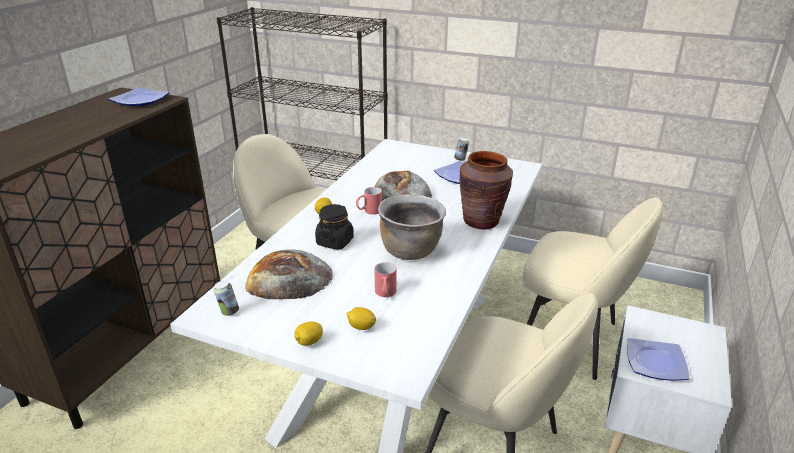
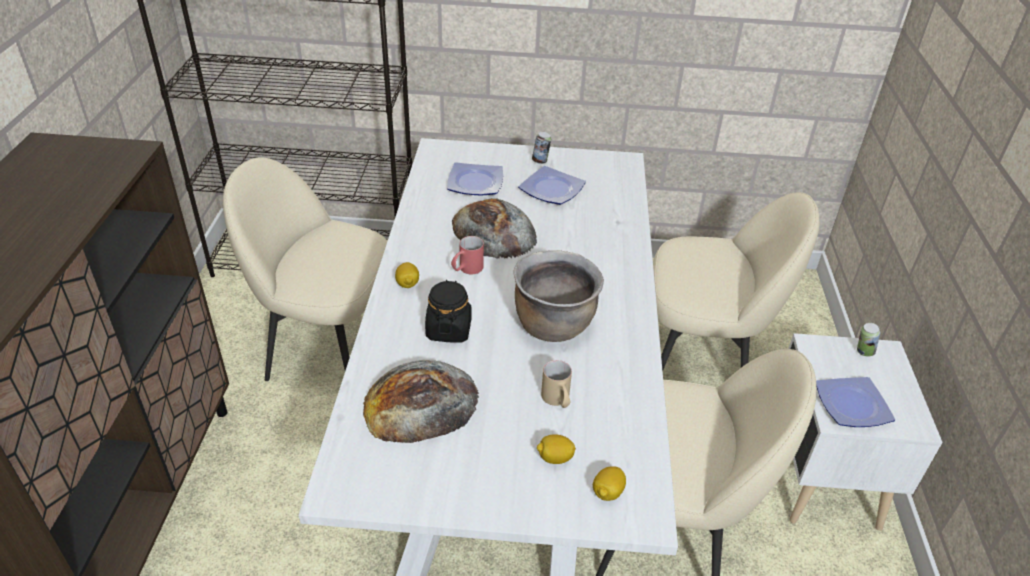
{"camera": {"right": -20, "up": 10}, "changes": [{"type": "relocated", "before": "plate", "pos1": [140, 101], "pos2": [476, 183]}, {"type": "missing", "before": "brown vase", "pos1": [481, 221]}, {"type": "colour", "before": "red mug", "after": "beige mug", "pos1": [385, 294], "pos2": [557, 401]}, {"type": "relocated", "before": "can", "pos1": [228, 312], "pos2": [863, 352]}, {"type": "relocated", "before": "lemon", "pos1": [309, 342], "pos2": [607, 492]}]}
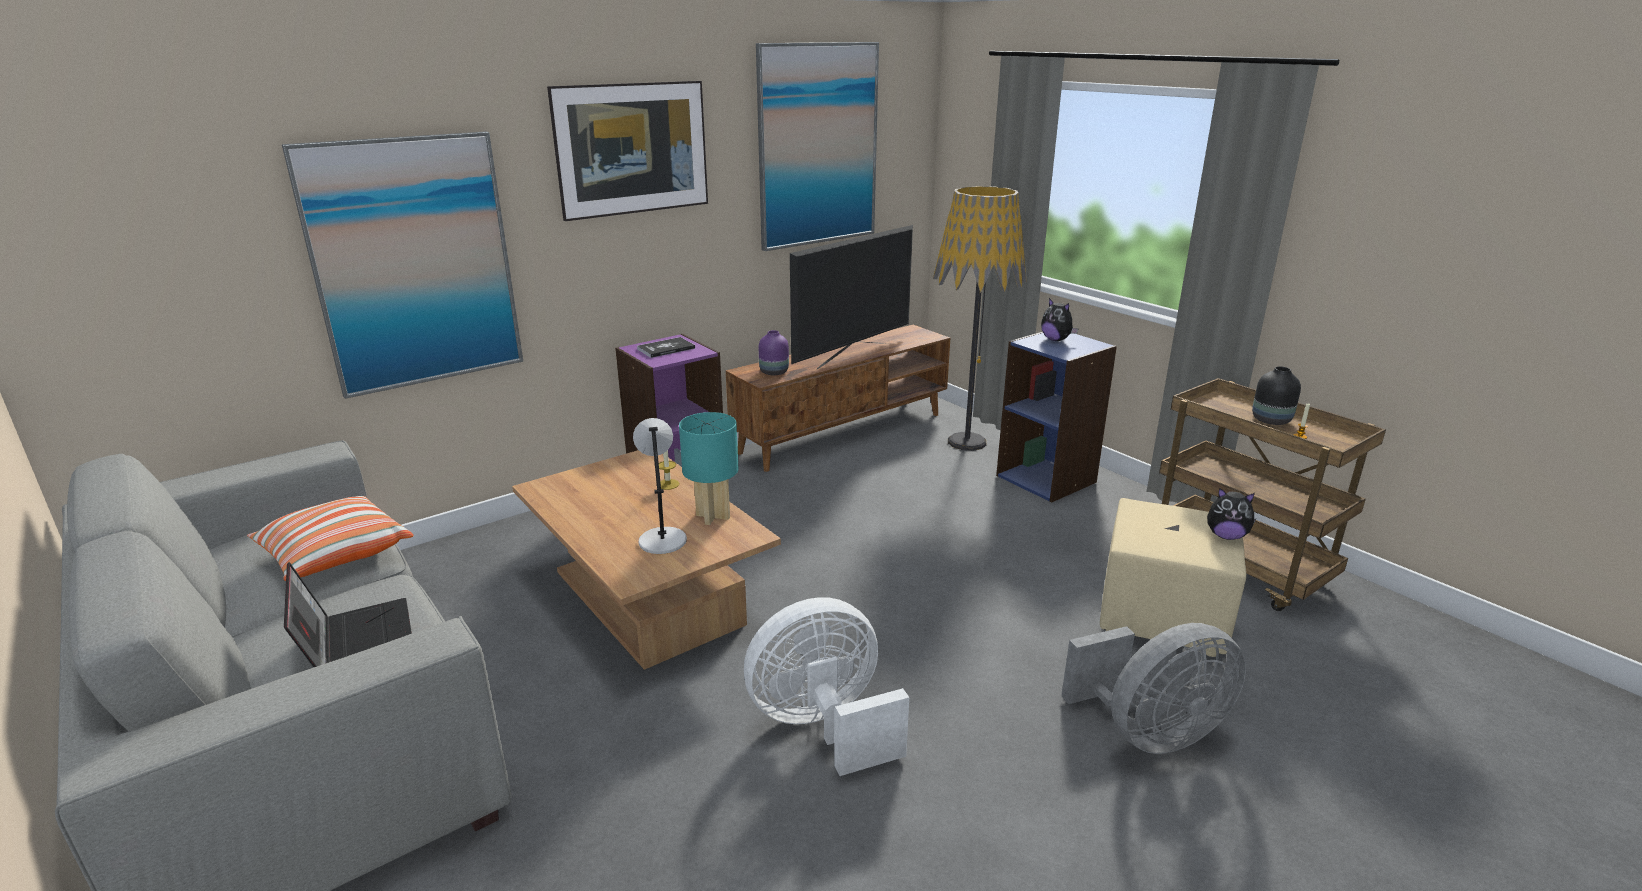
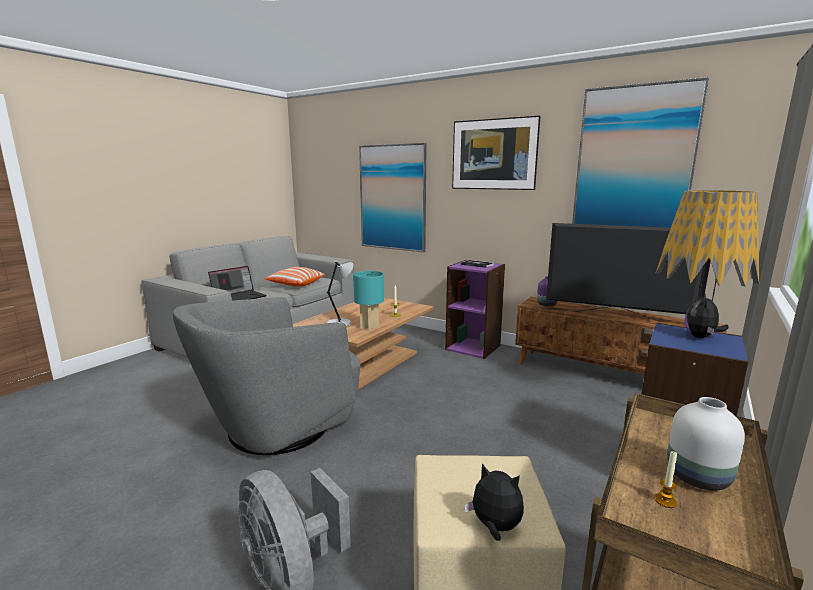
{"camera": {"right": 70, "up": -10}, "changes": [{"type": "colour", "before": "black vase", "after": "white vase", "pos1": [1272, 421], "pos2": [697, 478]}, {"type": "spun", "before": "plush toy", "pos1": [1226, 536], "pos2": [495, 527], "turn": 120}, {"type": "exchanged", "before": "white fan", "after": "grey armchair", "pos1": [823, 726], "pos2": [277, 427]}]}
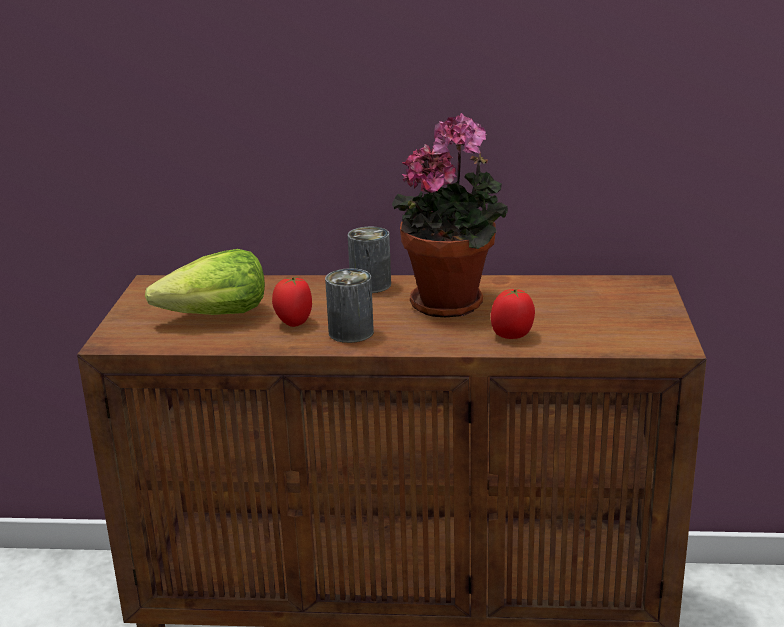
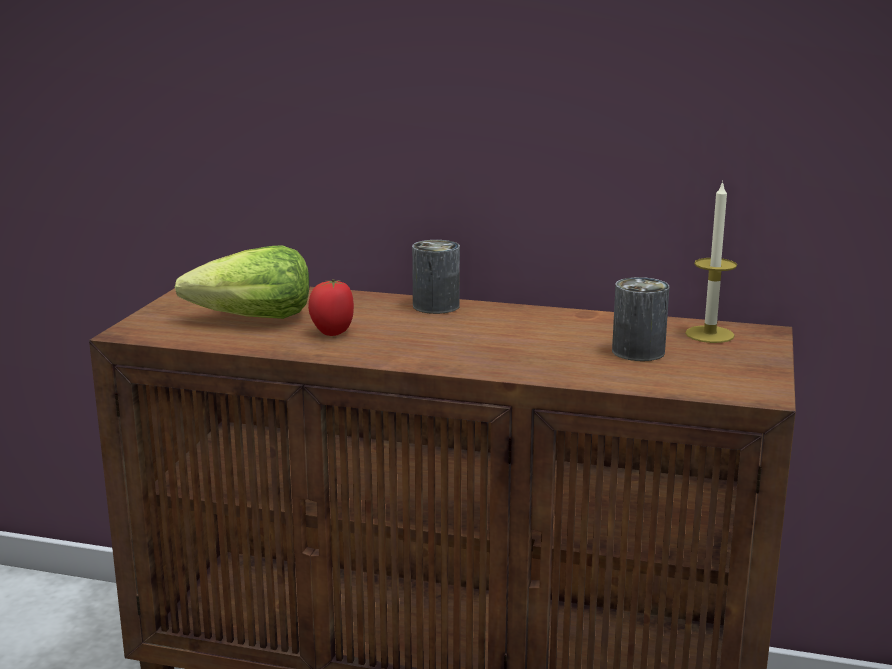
{"camera": {"right": 10, "up": -5}, "changes": [{"type": "missing", "before": "potted plant", "pos1": [453, 302]}, {"type": "relocated", "before": "can", "pos1": [351, 332], "pos2": [638, 351]}, {"type": "missing", "before": "tomato", "pos1": [512, 335]}, {"type": "appeared", "after": "candle", "pos2": [709, 334]}]}
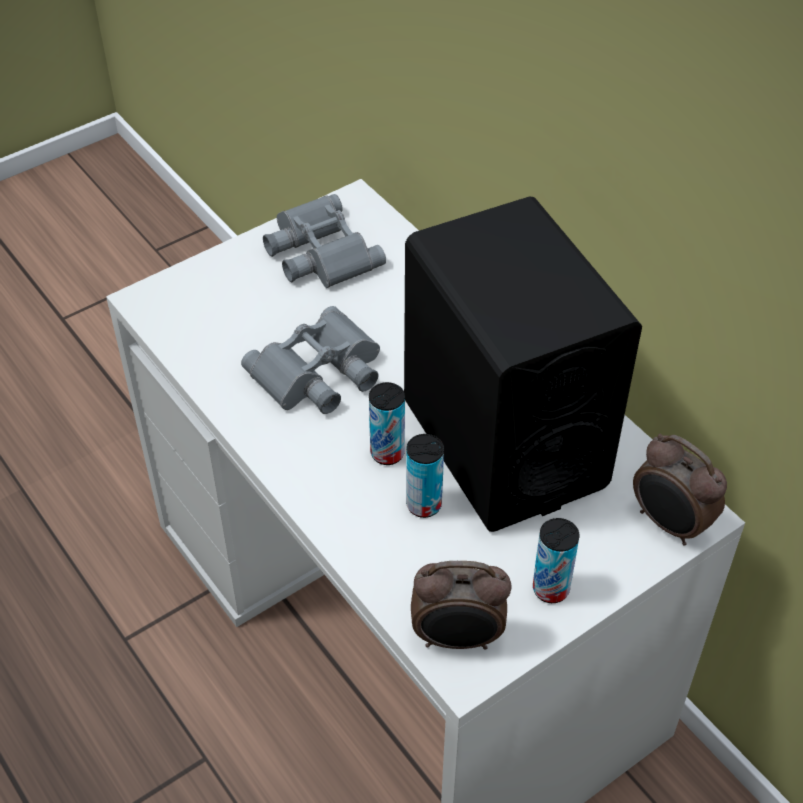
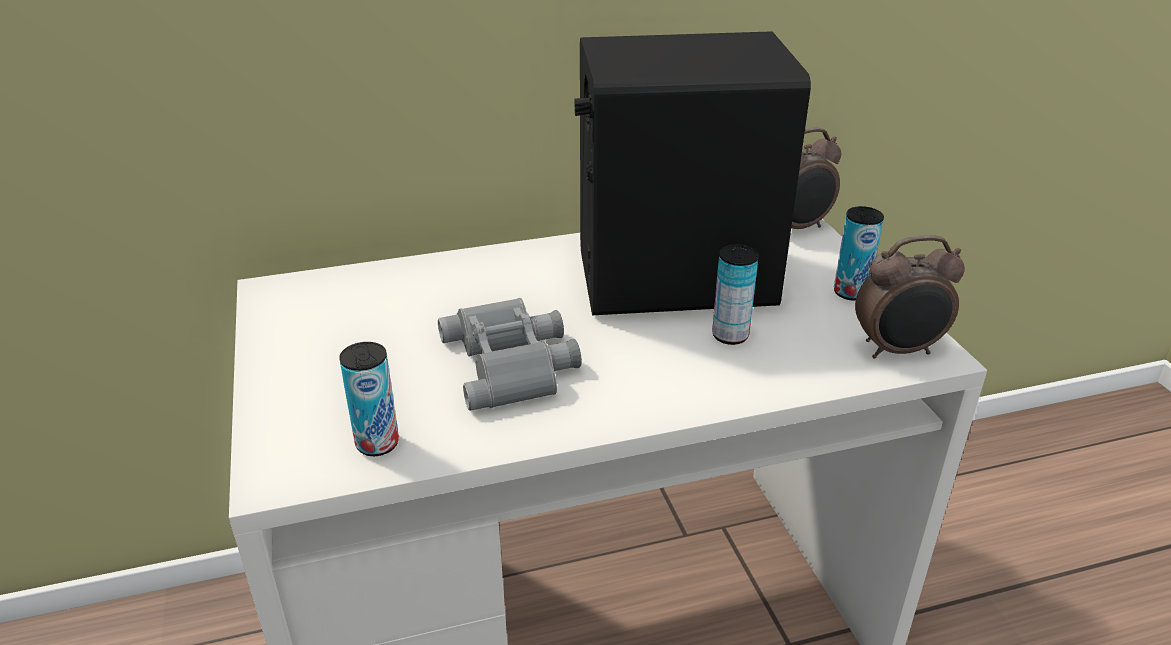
{"camera": {"right": -70, "up": -15}, "changes": [{"type": "missing", "before": "grey binoculars", "pos1": [318, 252]}, {"type": "relocated", "before": "can", "pos1": [387, 453], "pos2": [377, 444]}, {"type": "spun", "before": "alarm clock", "pos1": [457, 639], "pos2": [898, 350], "turn": 60}]}
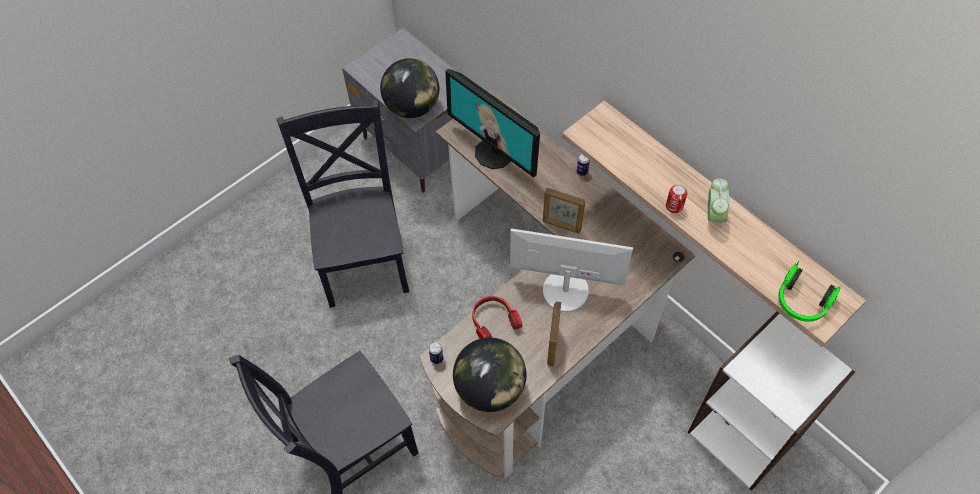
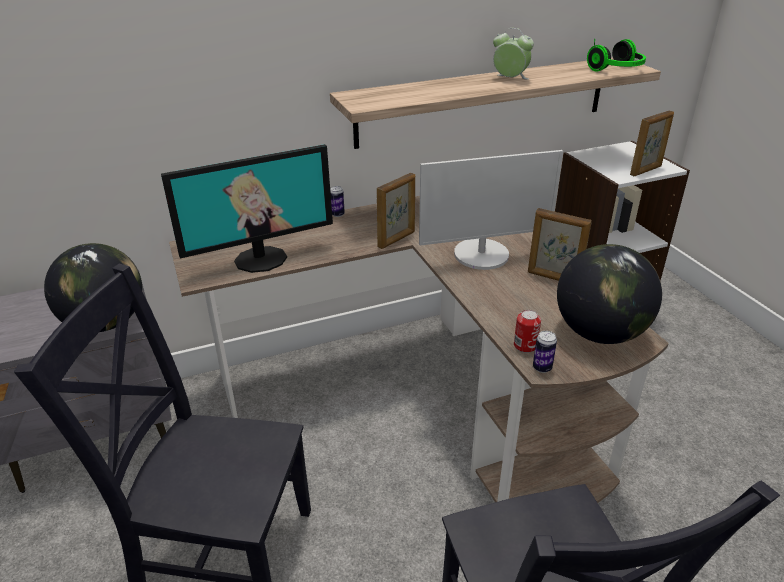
{"camera": {"right": -70, "up": -25}, "changes": [{"type": "relocated", "before": "can", "pos1": [674, 206], "pos2": [525, 346]}, {"type": "spun", "before": "monitor", "pos1": [565, 290], "pos2": [482, 255], "turn": -135}, {"type": "missing", "before": "headphones", "pos1": [493, 321]}, {"type": "appeared", "after": "picture frame", "pos2": [646, 170]}]}
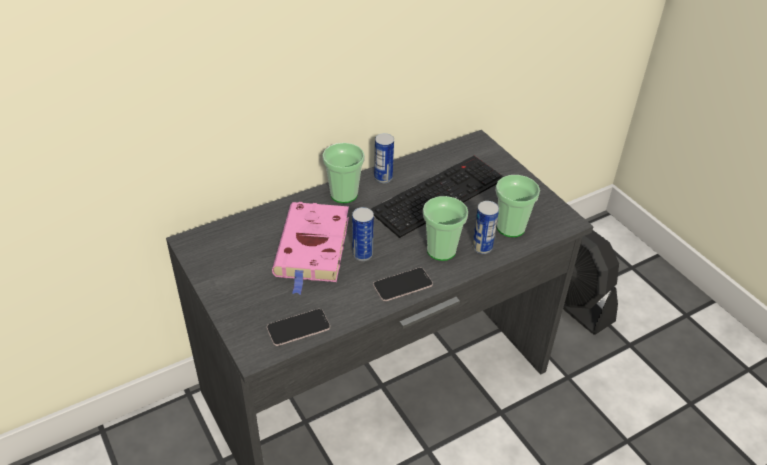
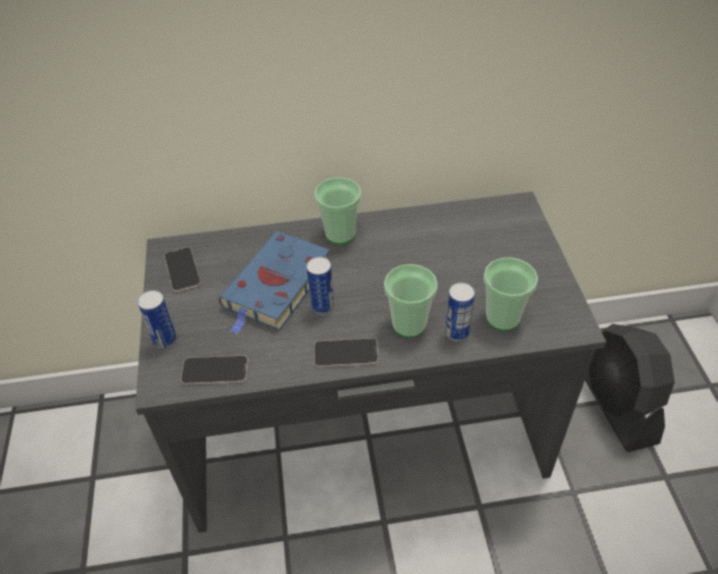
{"camera": {"right": 25, "up": 5}, "changes": [{"type": "relocated", "before": "can", "pos1": [383, 178], "pos2": [165, 340]}, {"type": "missing", "before": "keyboard", "pos1": [438, 194]}, {"type": "colour", "before": "pink book", "after": "blue book", "pos1": [313, 249], "pos2": [276, 287]}, {"type": "appeared", "after": "phone", "pos2": [182, 270]}]}
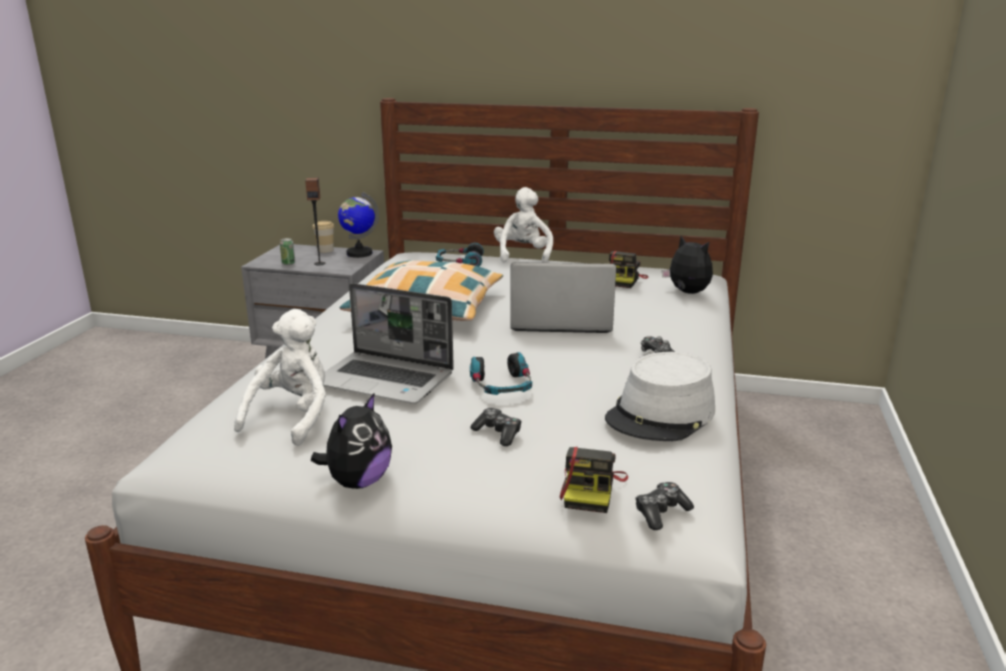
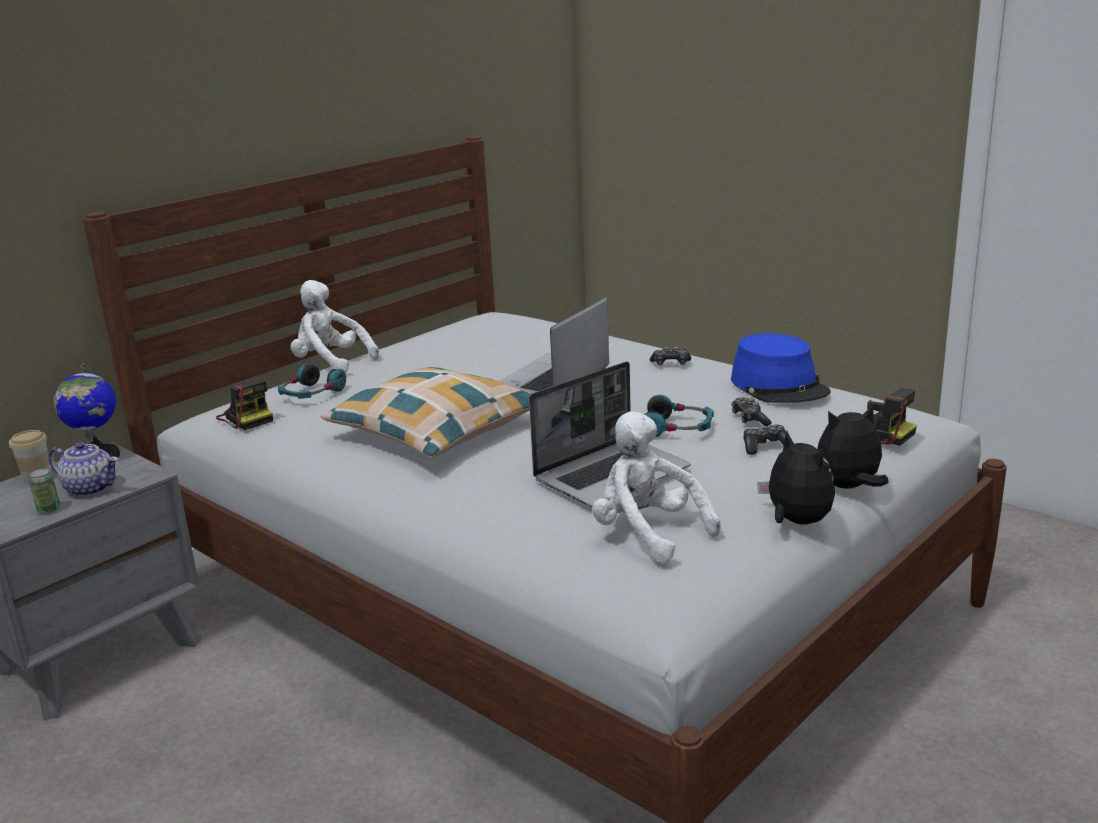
{"camera": {"right": -60, "up": 0}, "changes": [{"type": "exchanged", "before": "speaker", "after": "teapot", "pos1": [319, 263], "pos2": [91, 488]}, {"type": "relocated", "before": "plush toy", "pos1": [687, 293], "pos2": [849, 487]}, {"type": "relocated", "before": "photo camera", "pos1": [625, 280], "pos2": [247, 418]}, {"type": "colour", "before": "grey hat", "after": "blue hat", "pos1": [661, 414], "pos2": [779, 386]}, {"type": "relocated", "before": "game controller", "pos1": [661, 513], "pos2": [749, 419]}]}
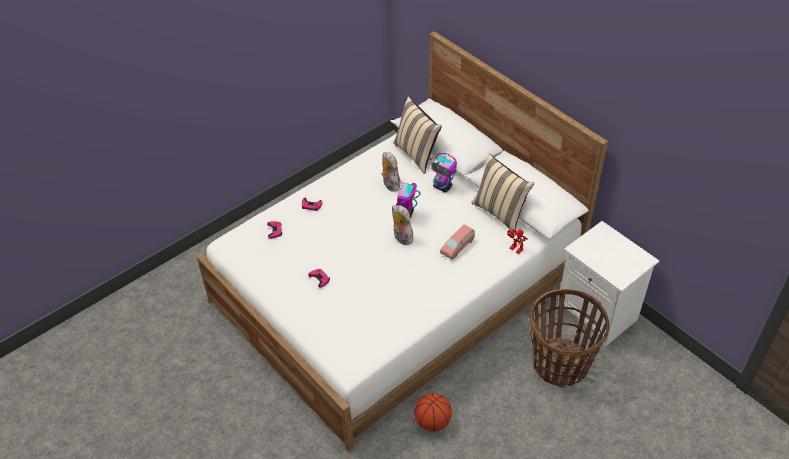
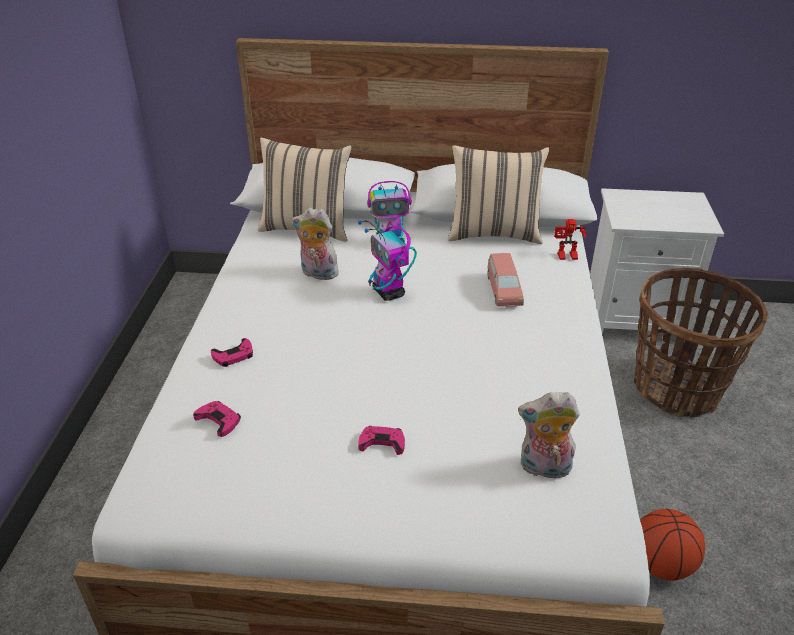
{"camera": {"right": -45, "up": -10}, "changes": [{"type": "relocated", "before": "plush toy", "pos1": [401, 238], "pos2": [543, 468]}]}
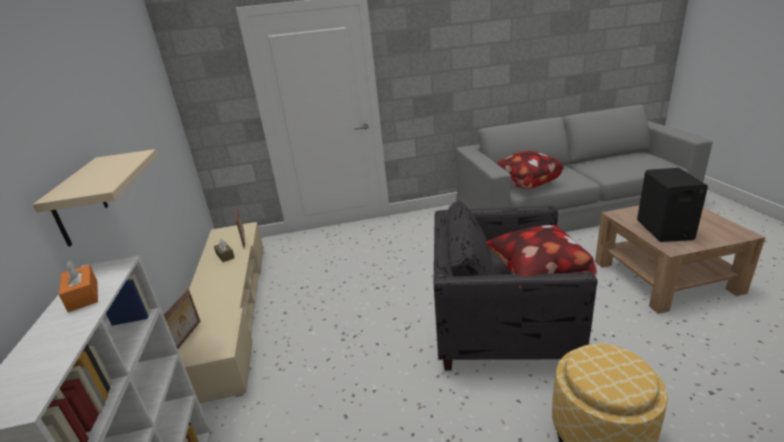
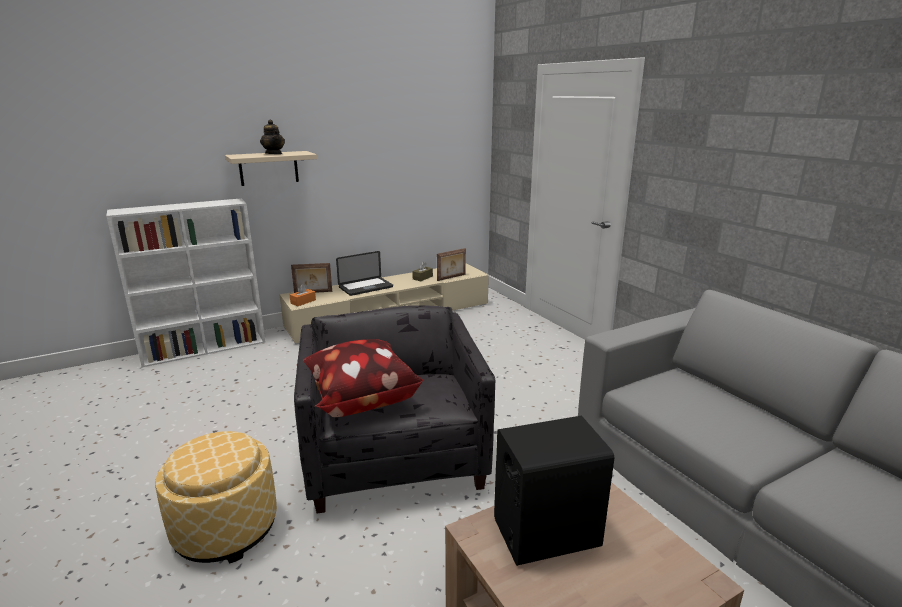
{"camera": {"right": 70, "up": -5}, "changes": [{"type": "missing", "before": "pillow", "pos1": [524, 184]}, {"type": "relocated", "before": "orange tissue box", "pos1": [83, 296], "pos2": [303, 302]}, {"type": "appeared", "after": "teapot", "pos2": [274, 153]}, {"type": "appeared", "after": "laptop", "pos2": [366, 287]}]}
